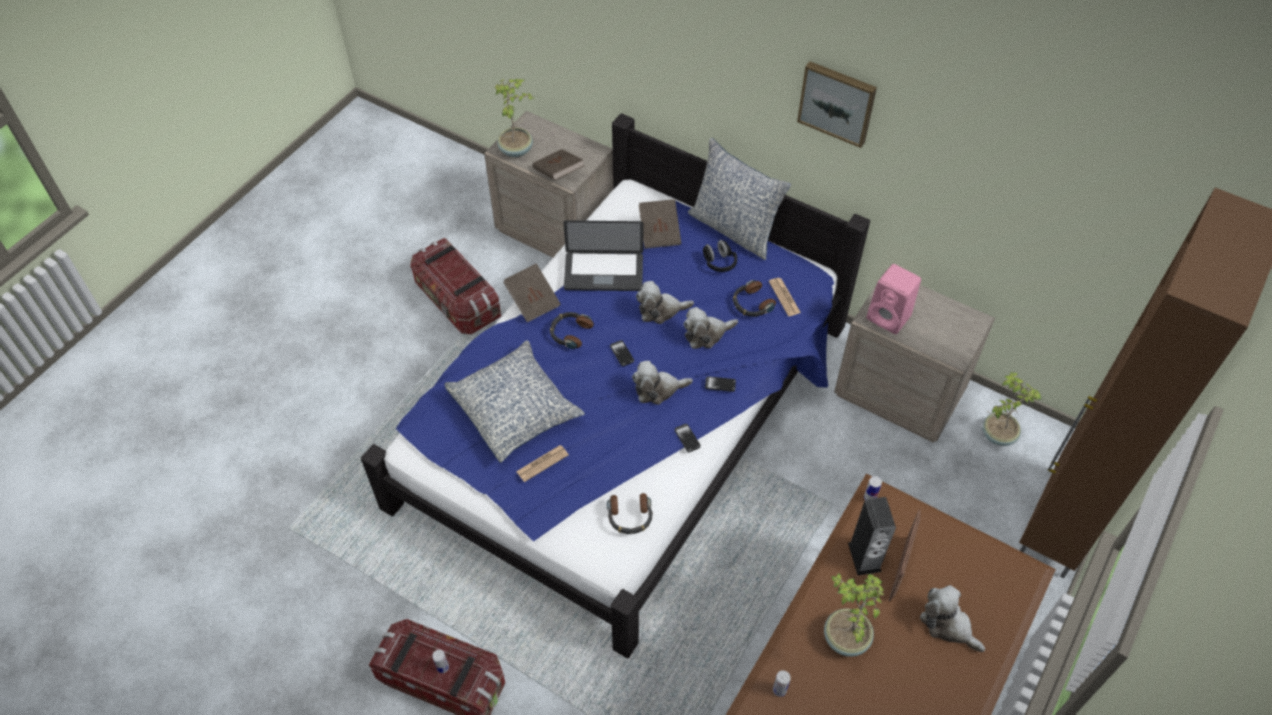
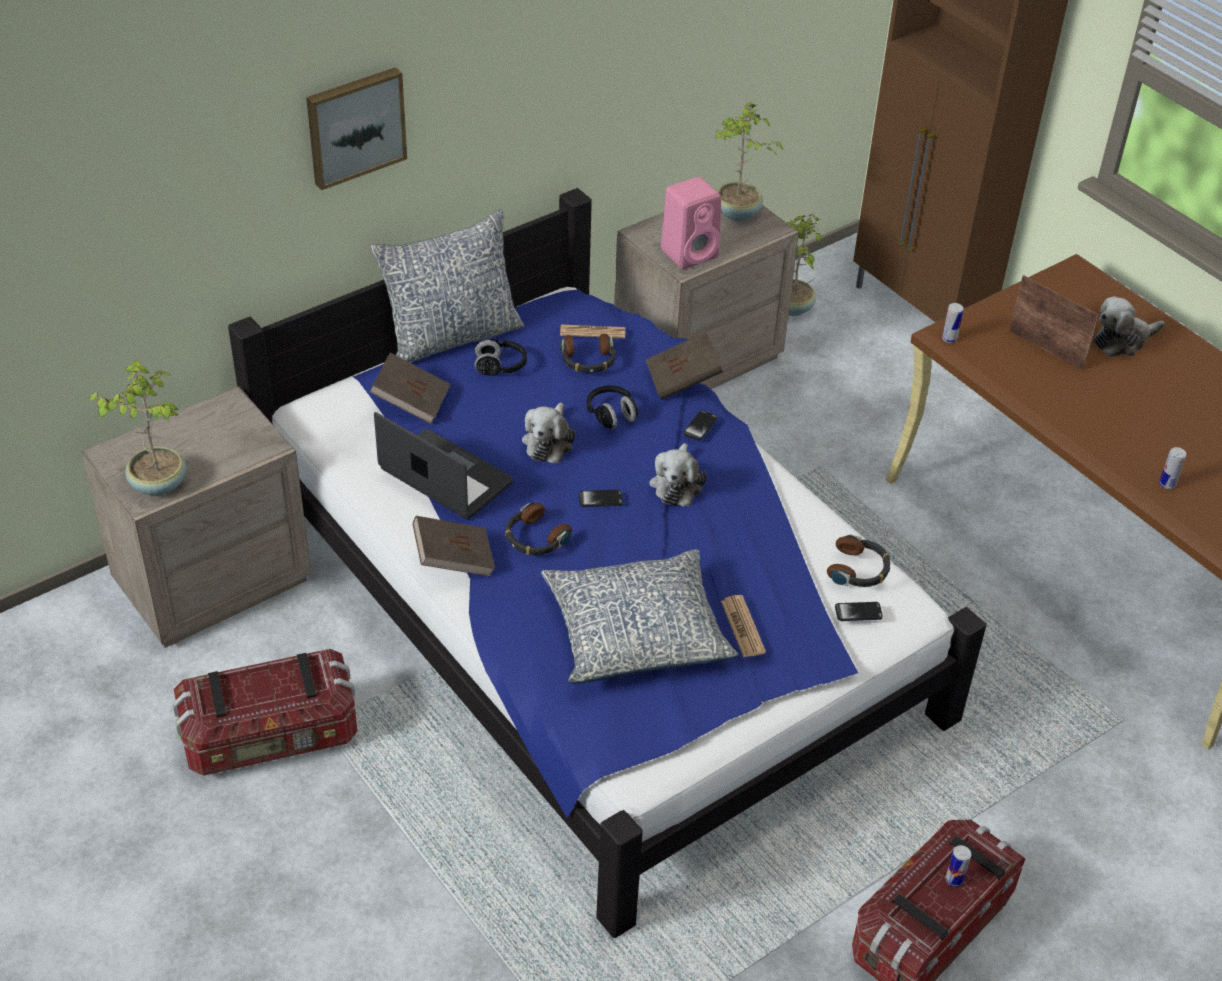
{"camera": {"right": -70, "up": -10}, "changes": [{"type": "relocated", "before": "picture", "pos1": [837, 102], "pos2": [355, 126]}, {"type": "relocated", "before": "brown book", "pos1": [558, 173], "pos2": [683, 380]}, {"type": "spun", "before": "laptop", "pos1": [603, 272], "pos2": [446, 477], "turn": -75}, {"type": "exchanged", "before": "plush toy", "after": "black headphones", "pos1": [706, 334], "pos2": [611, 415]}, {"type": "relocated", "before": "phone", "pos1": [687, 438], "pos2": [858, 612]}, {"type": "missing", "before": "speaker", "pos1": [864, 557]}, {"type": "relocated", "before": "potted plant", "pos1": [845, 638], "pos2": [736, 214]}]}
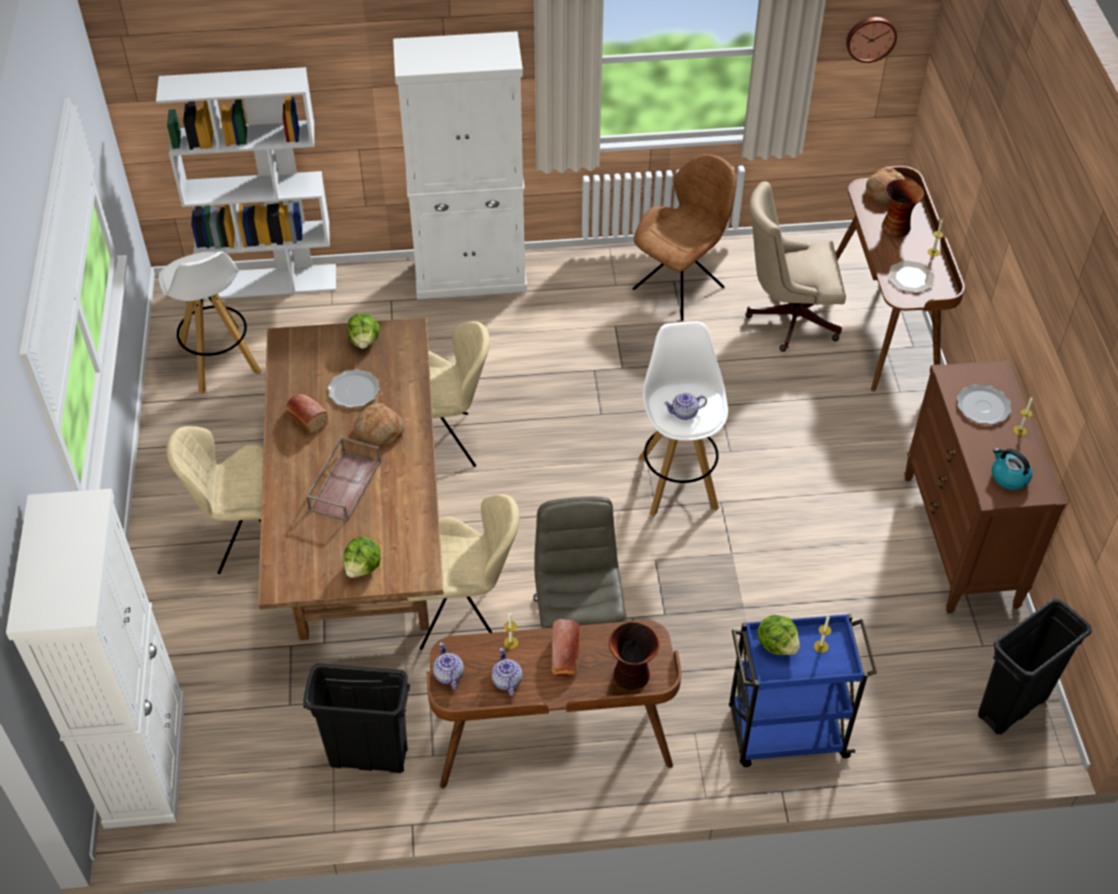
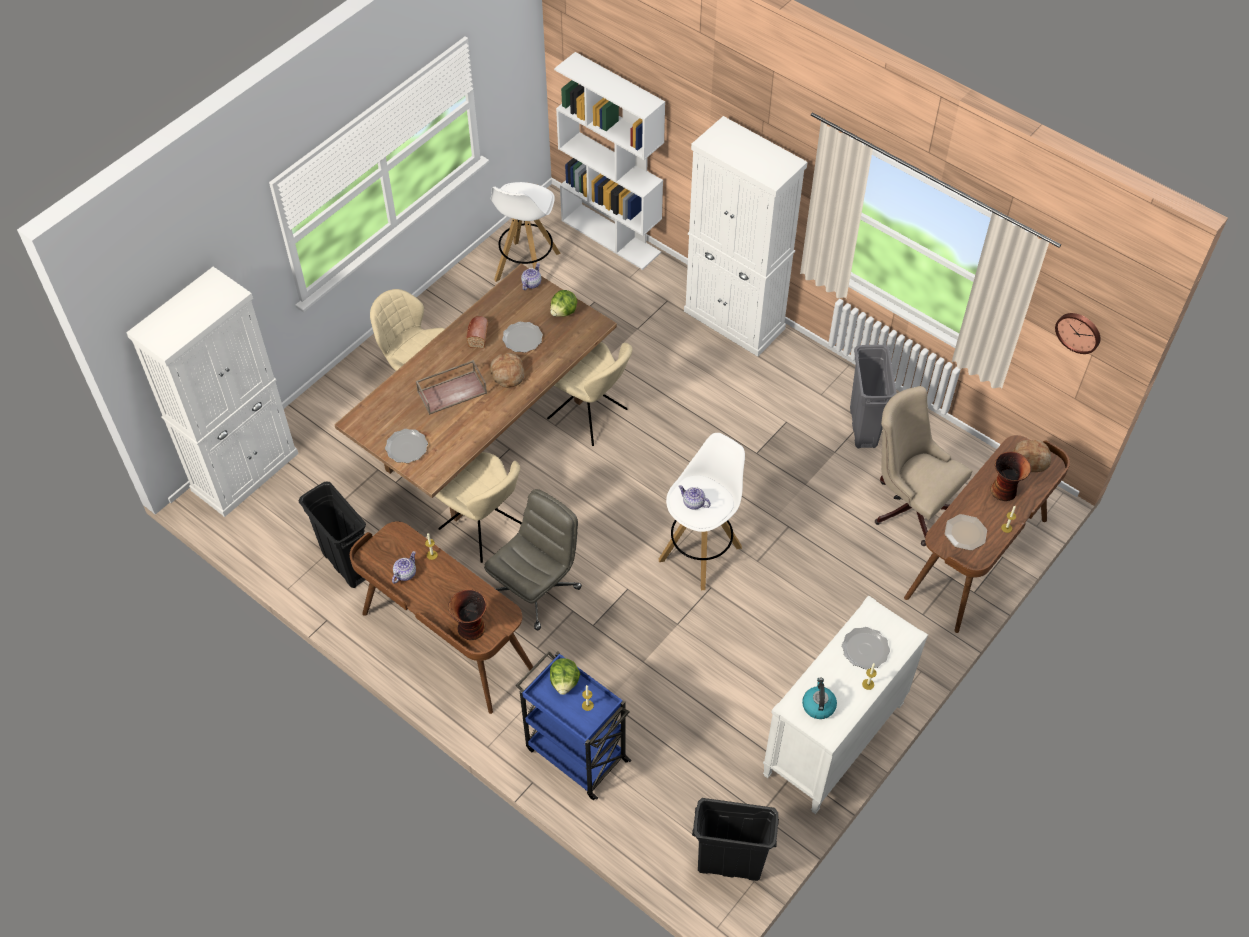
{"camera": {"right": 45, "up": 5}, "changes": [{"type": "exchanged", "before": "brown chair", "after": "grey trash can", "pos1": [681, 286], "pos2": [863, 428]}, {"type": "colour", "before": "brown dresser", "after": "white dresser", "pos1": [960, 541], "pos2": [833, 741]}, {"type": "exchanged", "before": "lettuce", "after": "plate", "pos1": [363, 567], "pos2": [407, 447]}, {"type": "missing", "before": "bread", "pos1": [565, 657]}, {"type": "relocated", "before": "teapot", "pos1": [448, 674], "pos2": [531, 283]}]}
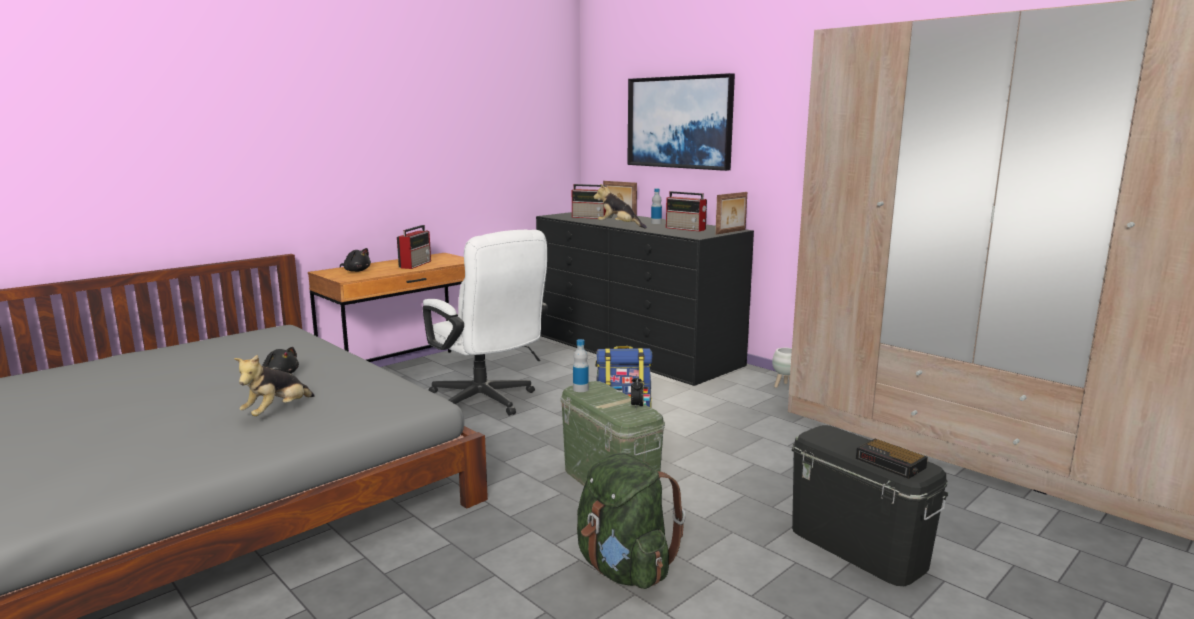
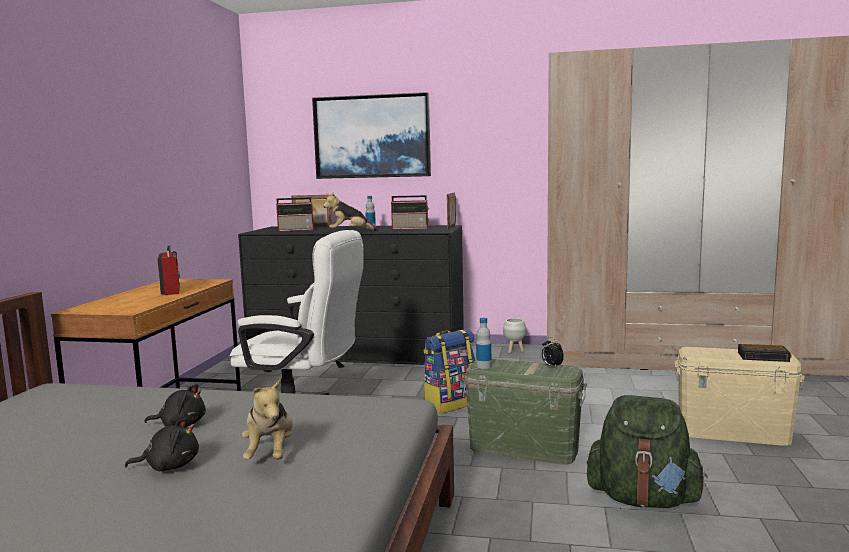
{"camera": {"right": -35, "up": -5}, "changes": [{"type": "relocated", "before": "black plush toy", "pos1": [356, 271], "pos2": [169, 466]}, {"type": "colour", "before": "black storage box", "after": "beige storage box", "pos1": [858, 547], "pos2": [733, 432]}]}
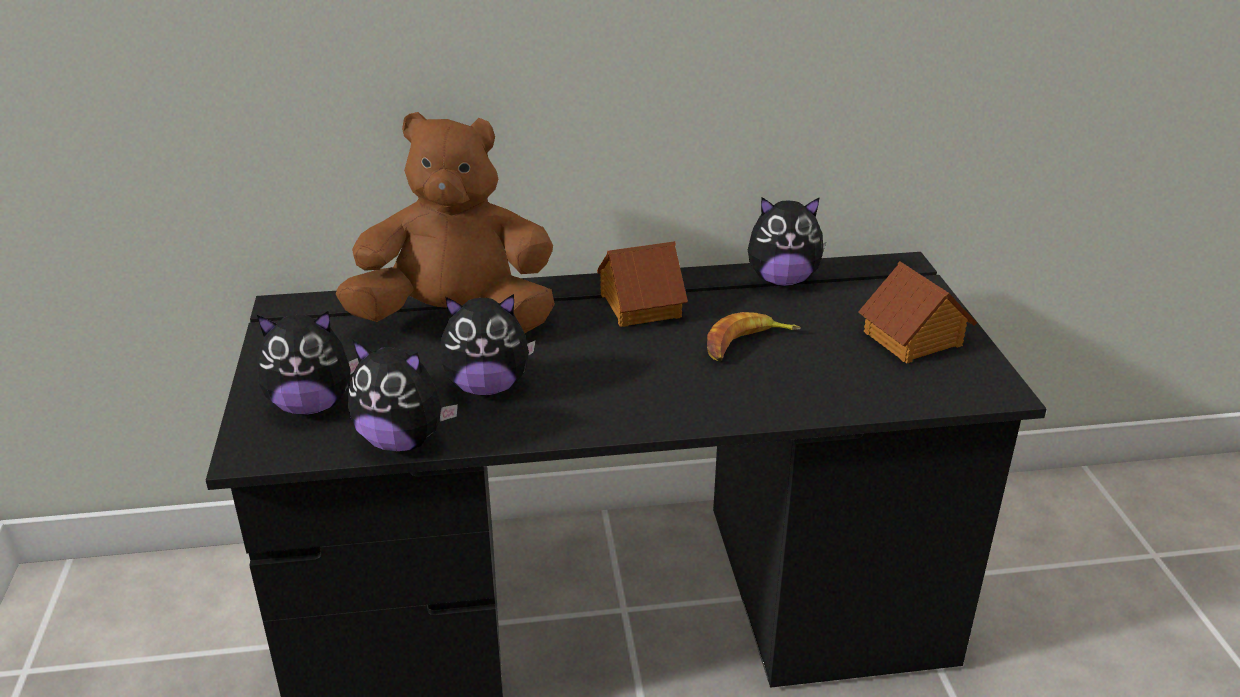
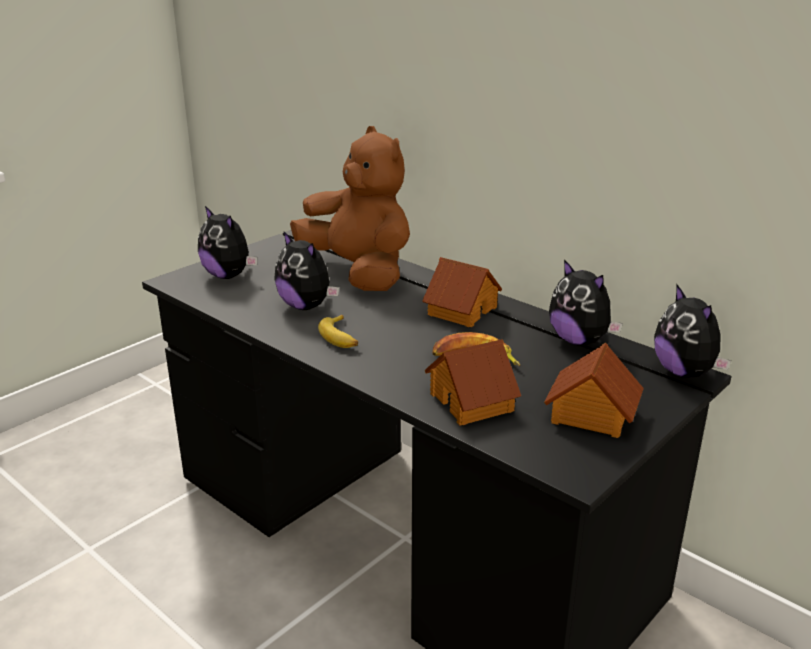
{"camera": {"right": 50, "up": -5}, "changes": [{"type": "relocated", "before": "plush toy", "pos1": [403, 441], "pos2": [685, 372]}, {"type": "appeared", "after": "banana", "pos2": [341, 338]}, {"type": "appeared", "after": "toy house", "pos2": [472, 401]}]}
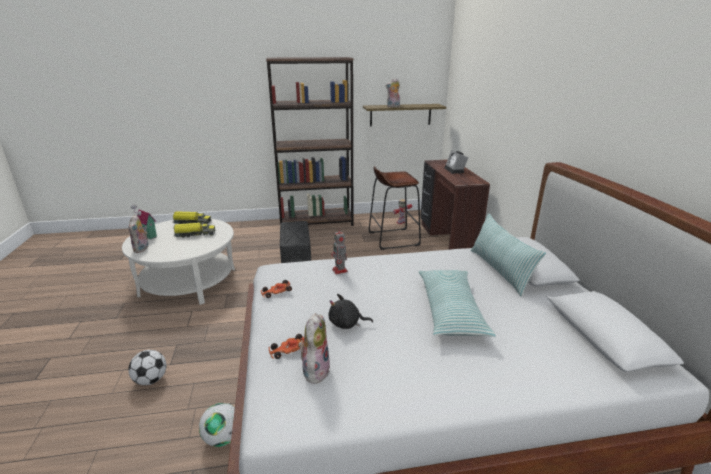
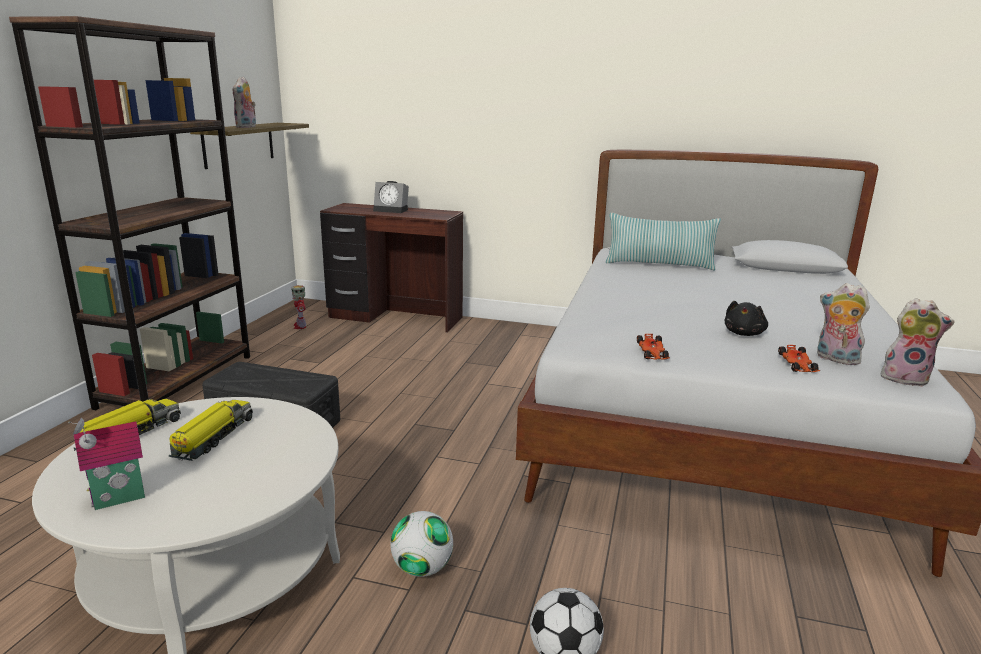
{"camera": {"right": -65, "up": -5}, "changes": [{"type": "missing", "before": "brown stool", "pos1": [393, 238]}, {"type": "relocated", "before": "plush toy", "pos1": [142, 249], "pos2": [905, 378]}, {"type": "missing", "before": "toy robot", "pos1": [340, 271]}, {"type": "missing", "before": "pillow", "pos1": [451, 310]}, {"type": "relocated", "before": "football", "pos1": [223, 438], "pos2": [422, 568]}]}
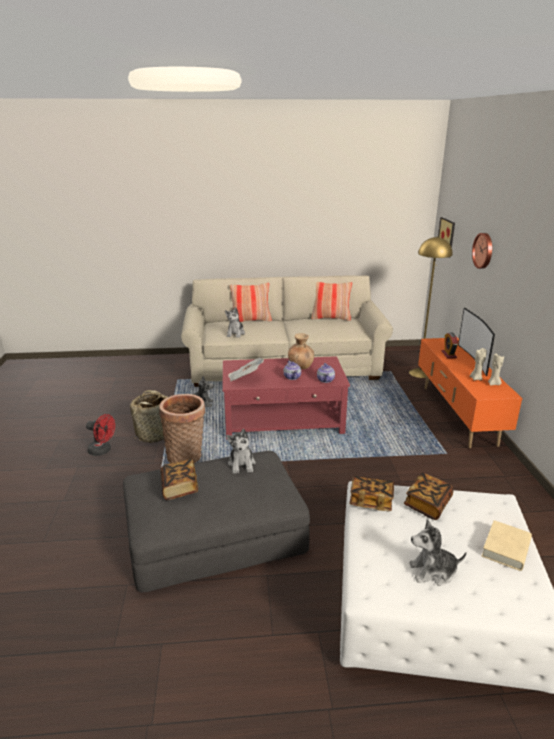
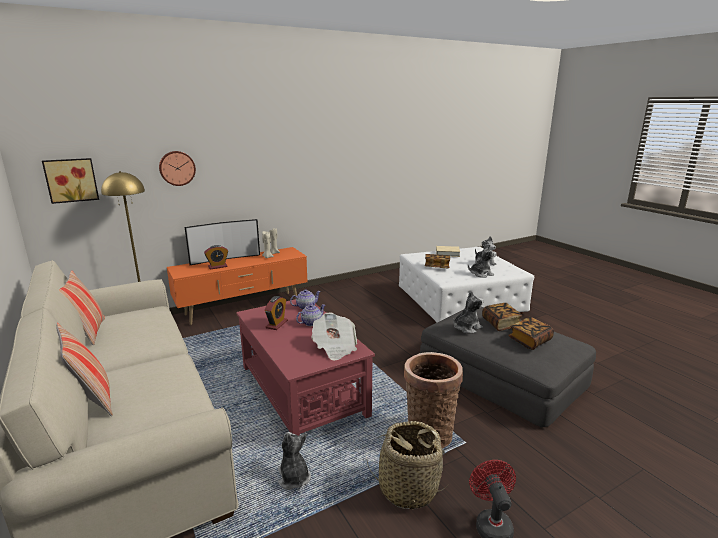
{"camera": {"right": -115, "up": -5}, "changes": [{"type": "relocated", "before": "plush toy", "pos1": [235, 334], "pos2": [481, 274]}, {"type": "exchanged", "before": "brown vase", "after": "alarm clock", "pos1": [301, 366], "pos2": [277, 324]}, {"type": "relocated", "before": "book", "pos1": [371, 501], "pos2": [501, 324]}]}
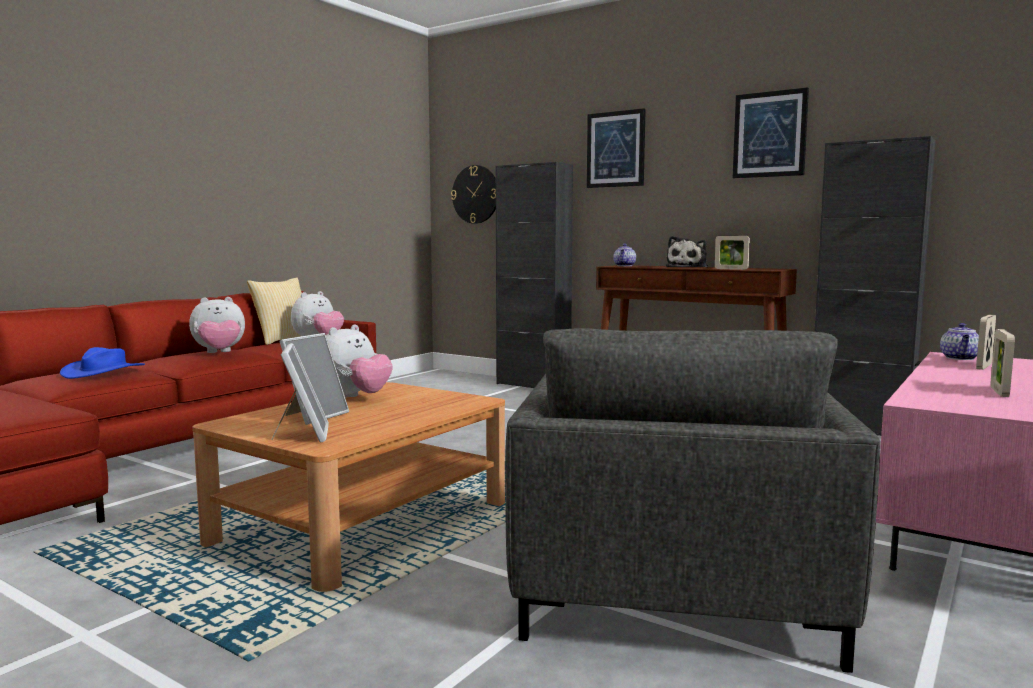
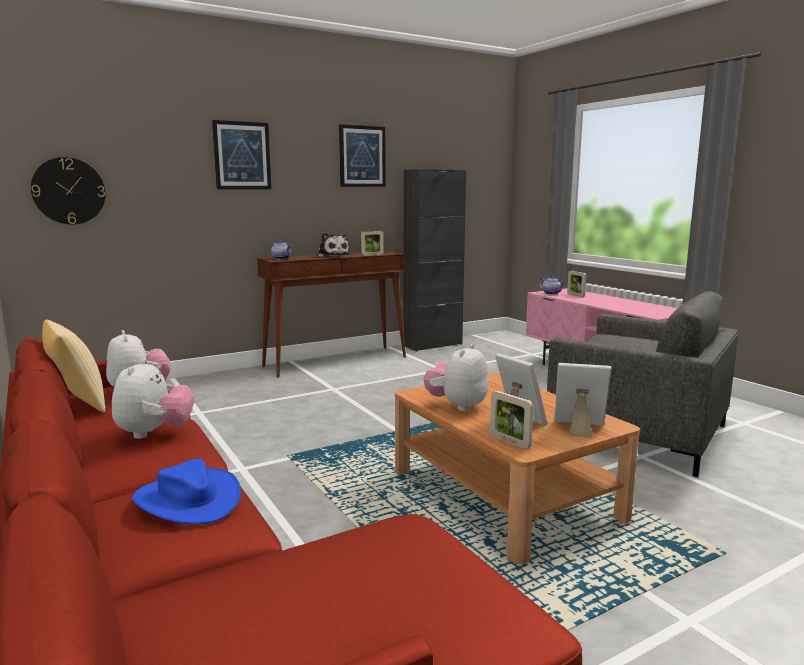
{"camera": {"right": -65, "up": 5}, "changes": [{"type": "missing", "before": "black cabinet", "pos1": [533, 385]}, {"type": "spun", "before": "plush toy", "pos1": [353, 398], "pos2": [457, 406], "turn": -120}, {"type": "relocated", "before": "picture frame", "pos1": [999, 392], "pos2": [509, 442]}]}
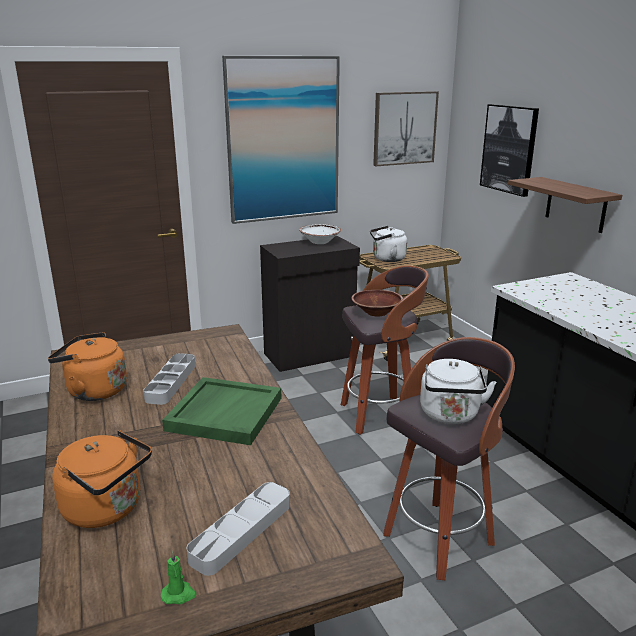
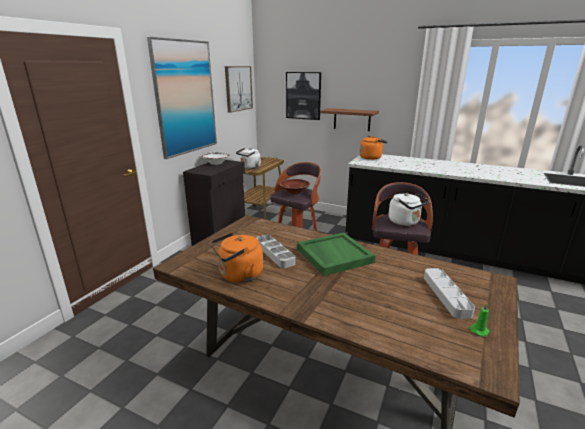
{"camera": {"right": -40, "up": 0}, "changes": [{"type": "relocated", "before": "orange kettle", "pos1": [107, 509], "pos2": [371, 157]}]}
